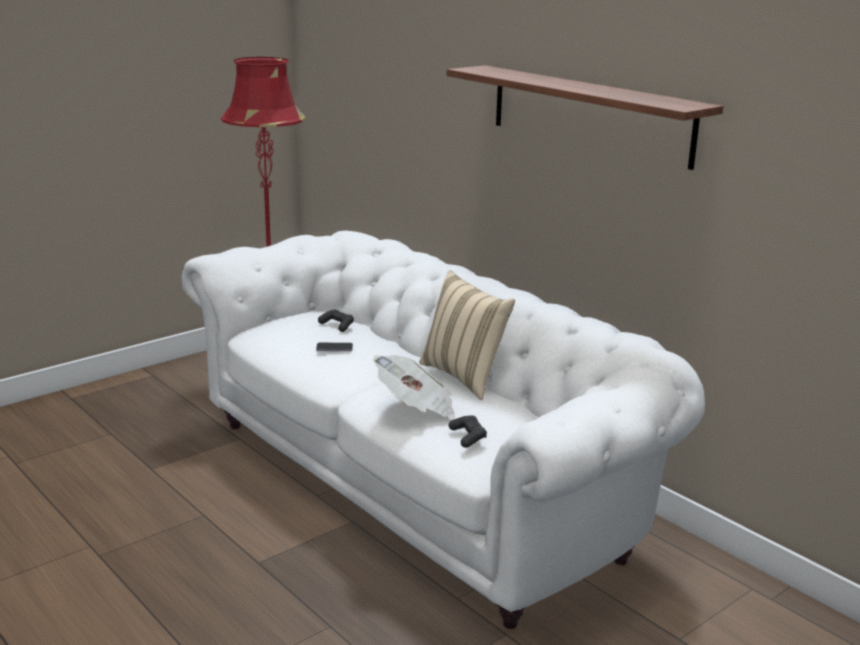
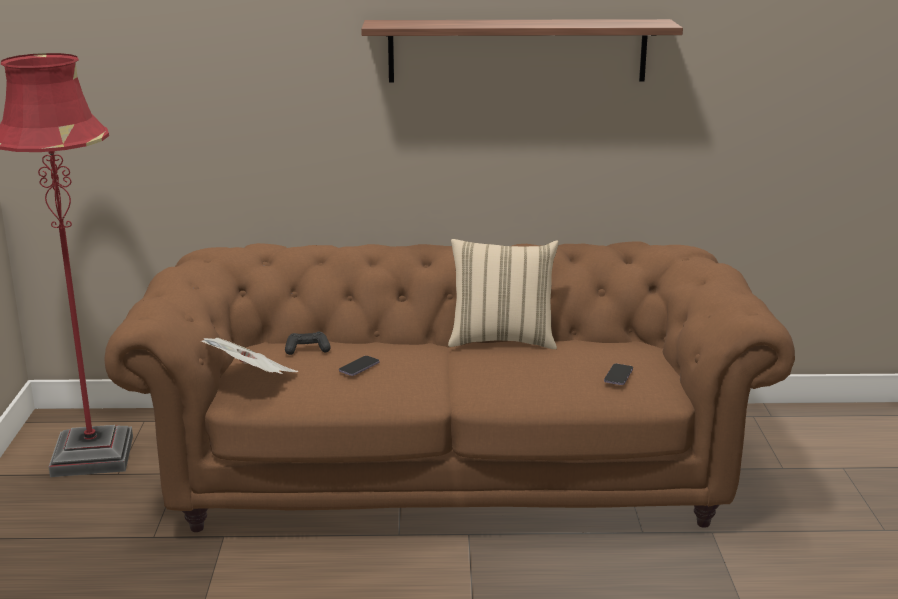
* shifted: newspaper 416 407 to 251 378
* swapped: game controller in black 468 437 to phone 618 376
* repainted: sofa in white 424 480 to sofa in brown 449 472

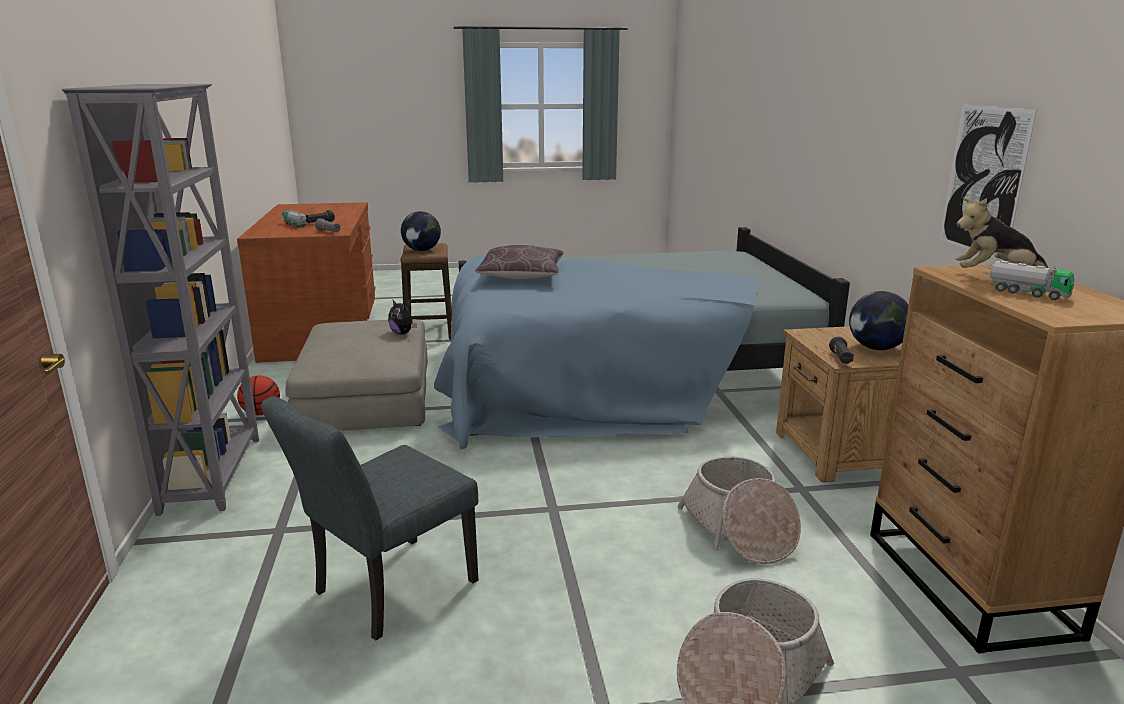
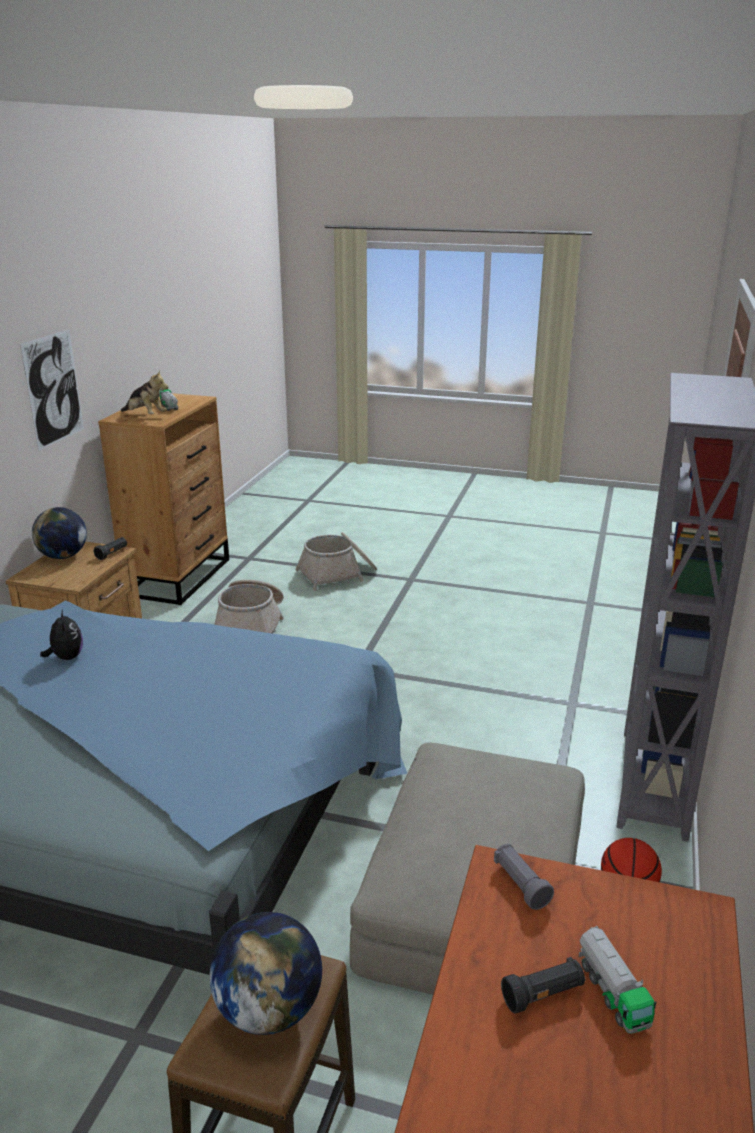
* gone: chair in grey 385 592
* gone: pillow in brown 521 276
* shifted: plush toy 403 333 to 66 657

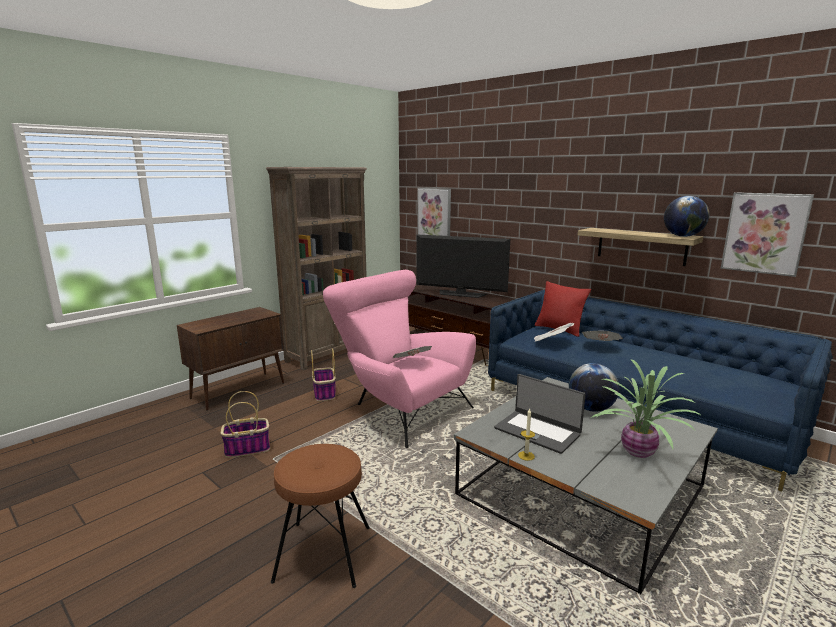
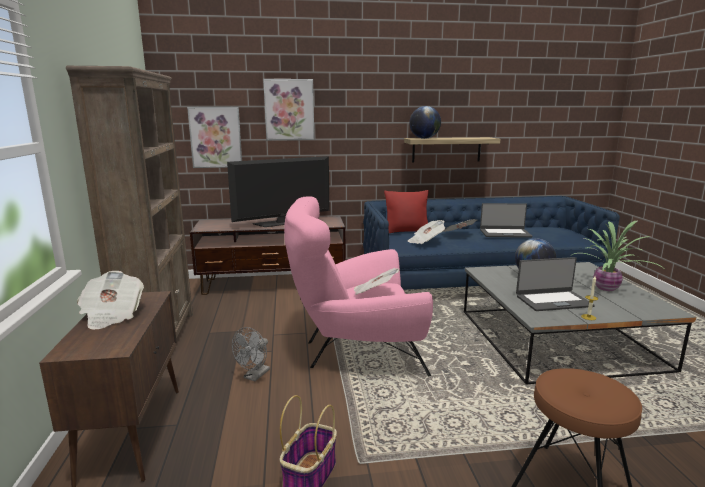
* new: newspaper 112 315
* new: laptop 505 233
* shifted: globe 683 236 to 424 138
* shifted: picture 764 233 to 289 110
* swapped: basket 324 393 to fan in grey 254 376

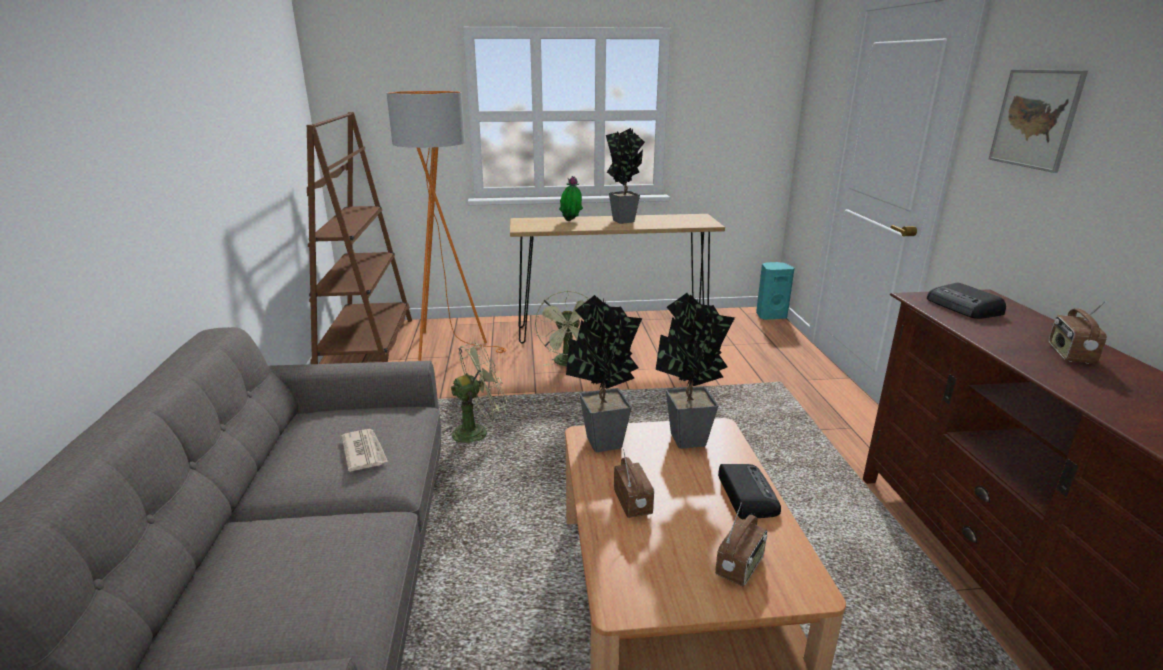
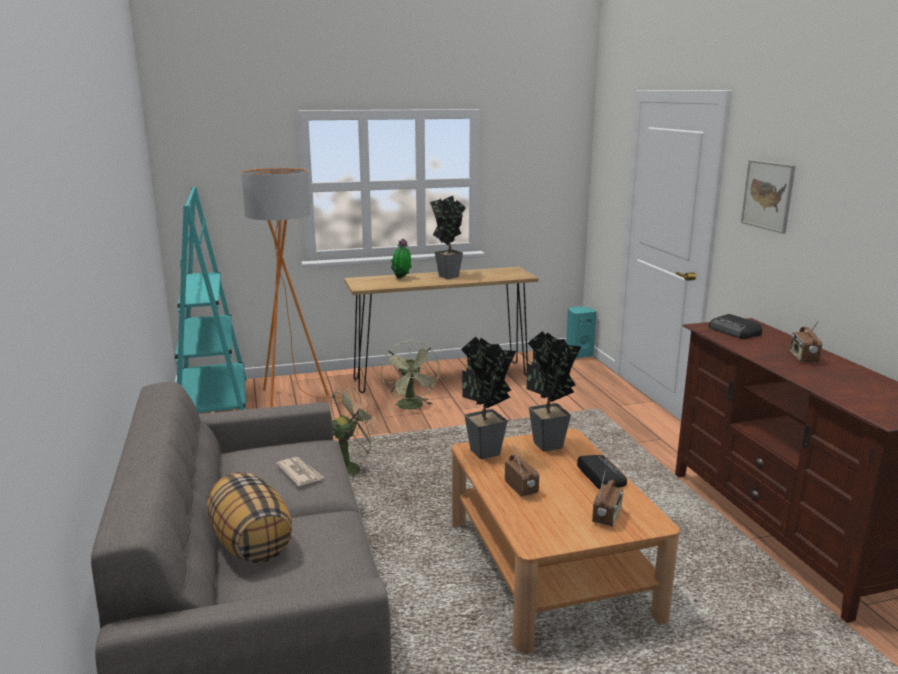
* new: pillow 250 544
* repainted: bookcase in brown 367 347 to bookcase in turquoise 214 407

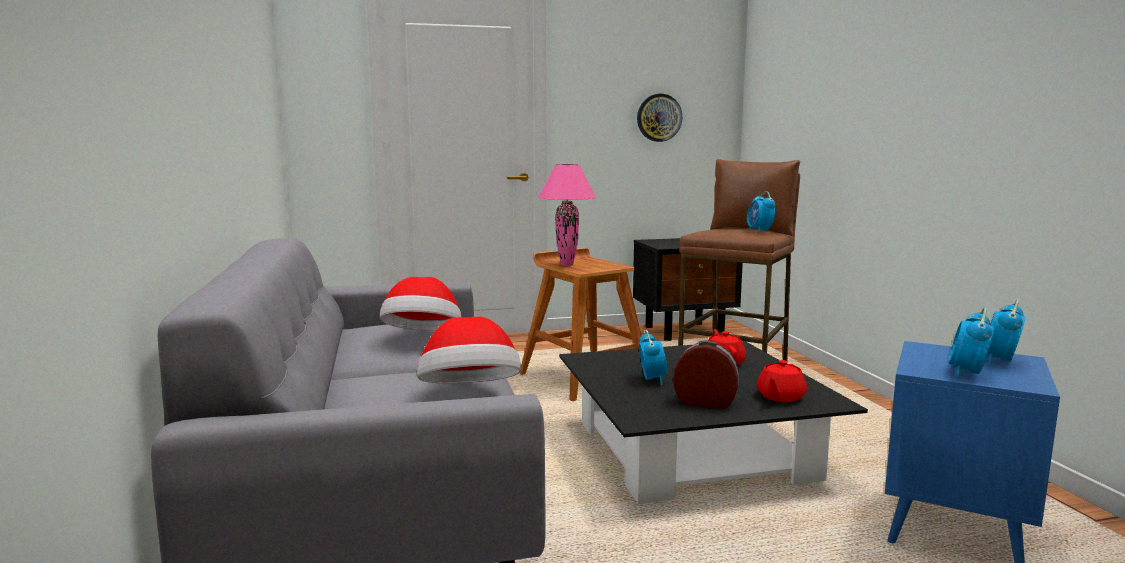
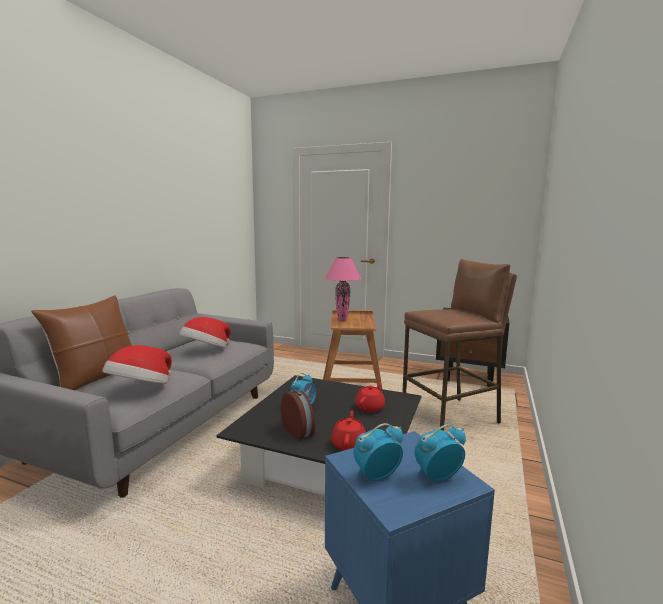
* gone: wall clock 659 117
* gone: alarm clock 759 231
* new: pillow in brown 96 378
* rotated: teapot in red 780 397 = 349 444 120 degrees clockwise

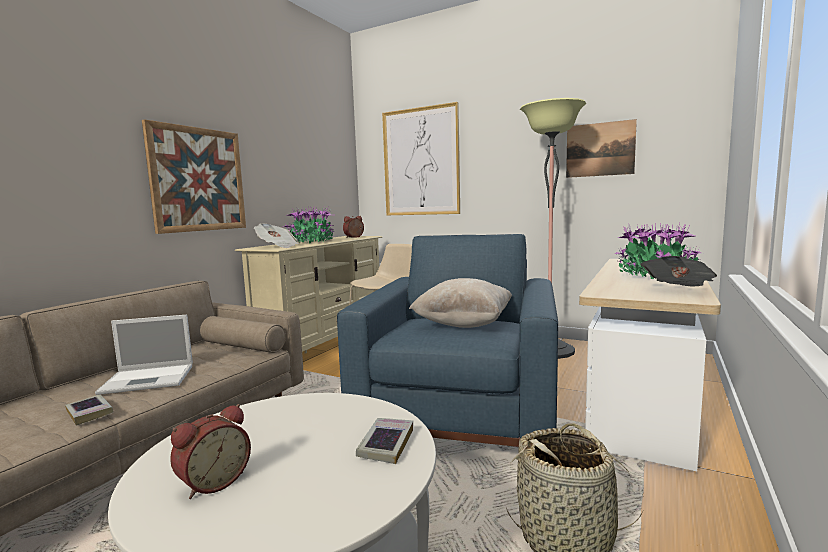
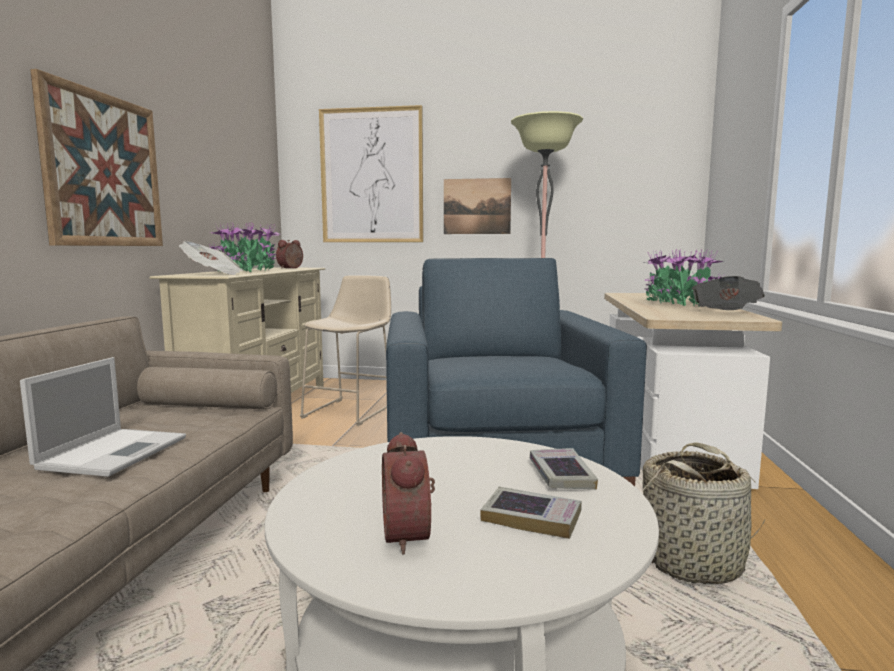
* gone: pillow in beige 464 324
* shifted: book 89 413 to 531 518
* shifted: picture 600 149 to 477 206
* rotated: laptop 150 379 = 115 451 45 degrees counterclockwise
* rotated: alarm clock 213 482 = 411 535 150 degrees clockwise

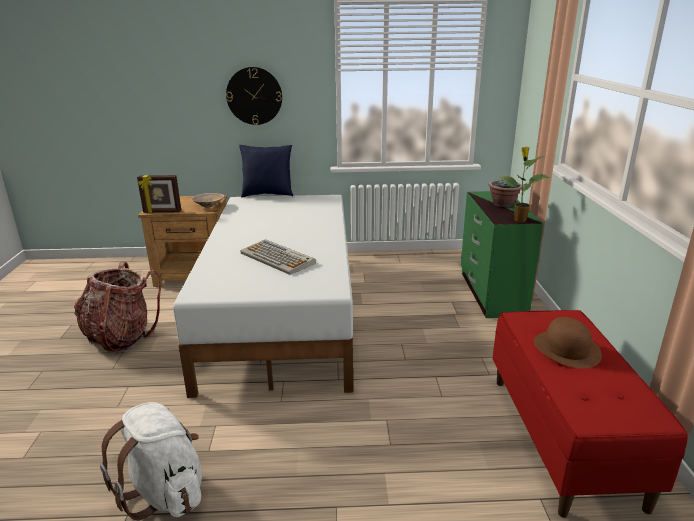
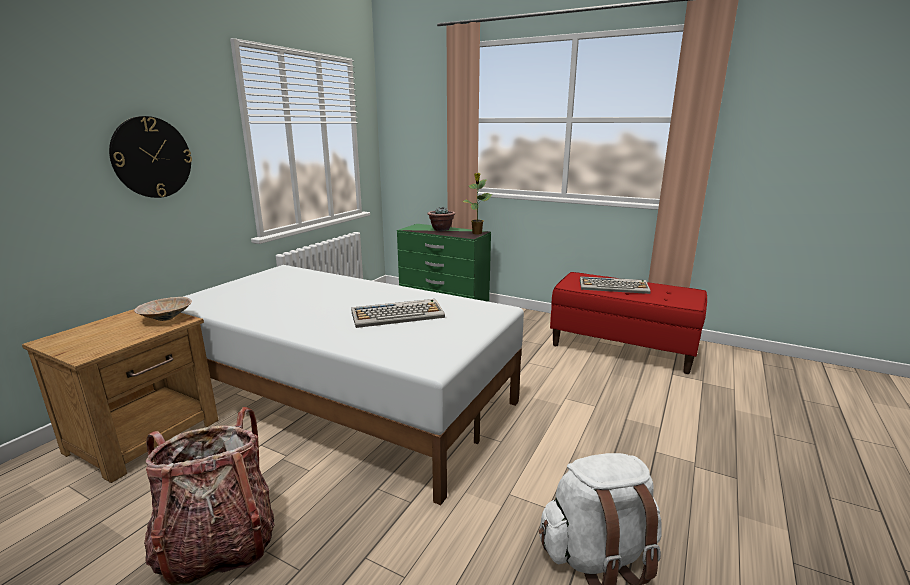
* gone: picture frame 162 212
* gone: pillow in blue 268 194
* swapped: hat in brown 566 349 to keyboard 614 286

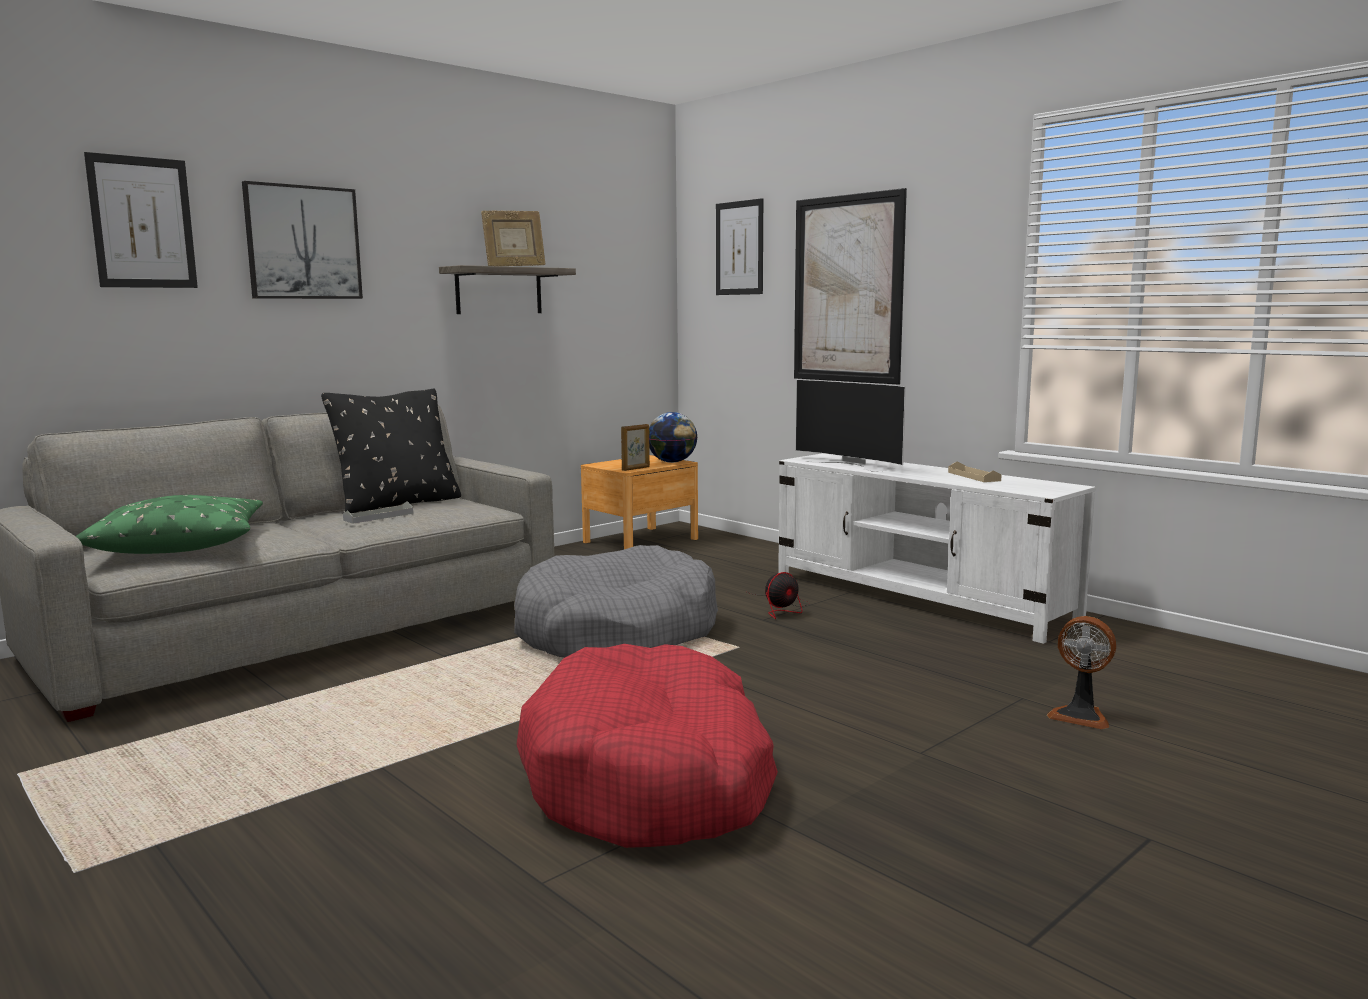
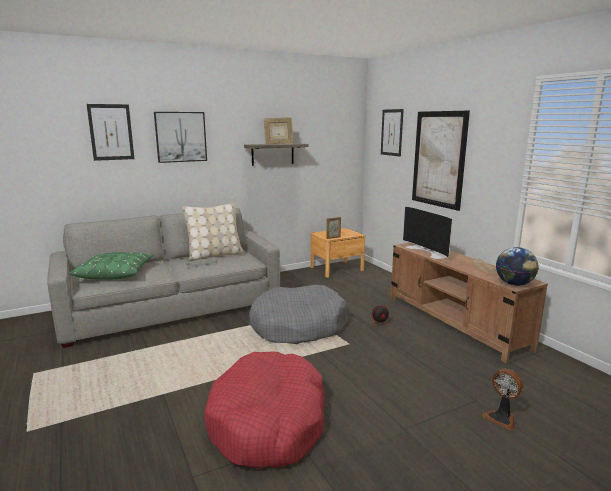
* shifted: globe 672 462 to 514 284
* repainted: pillow in black 398 504 to pillow in beige 214 255
* repainted: tv stand in white 919 598 to tv stand in brown 454 322

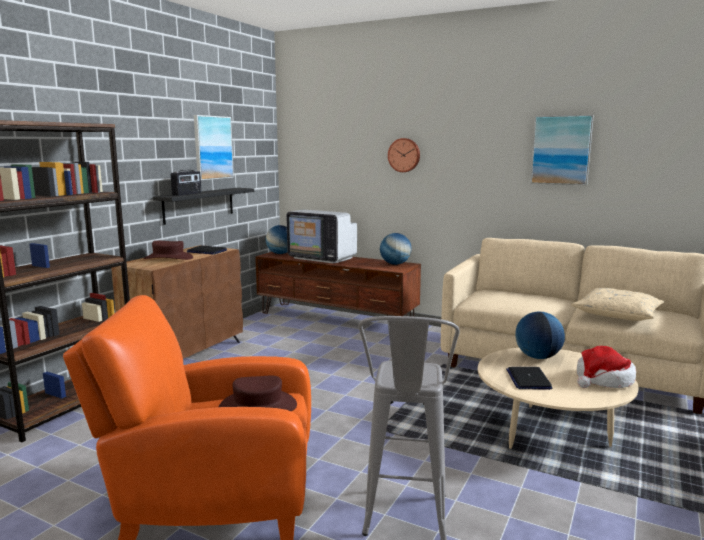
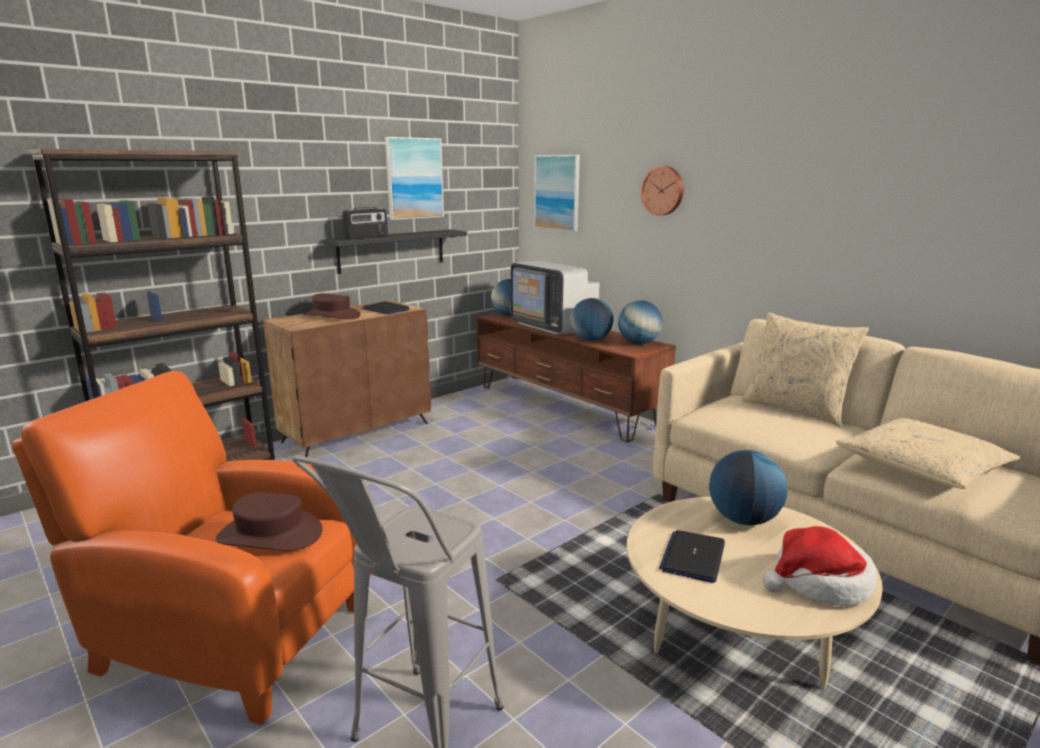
* new: globe 591 340
* new: pillow in beige 796 409
* shifted: picture 561 150 to 557 192

